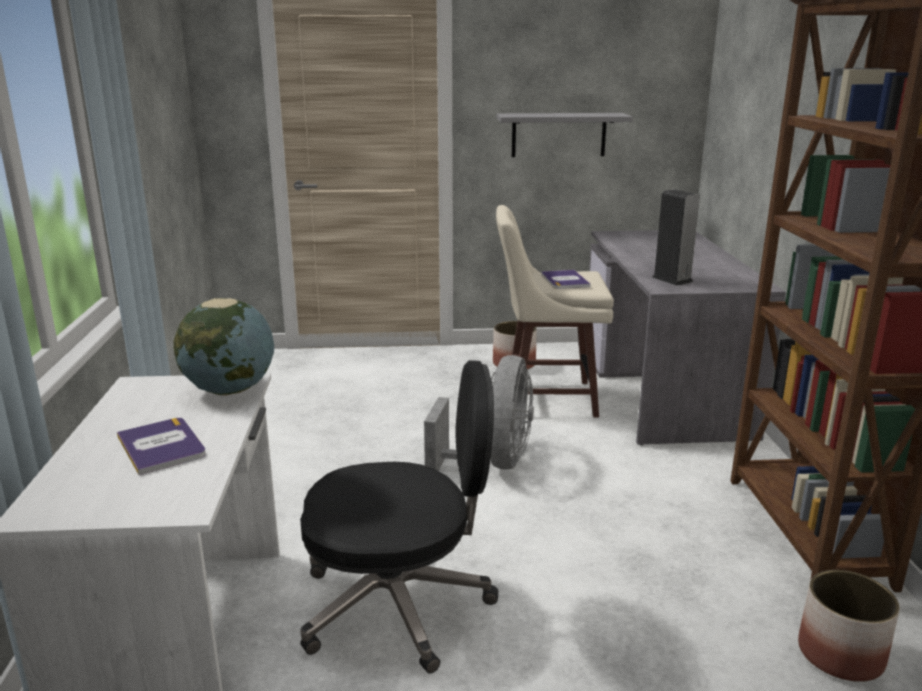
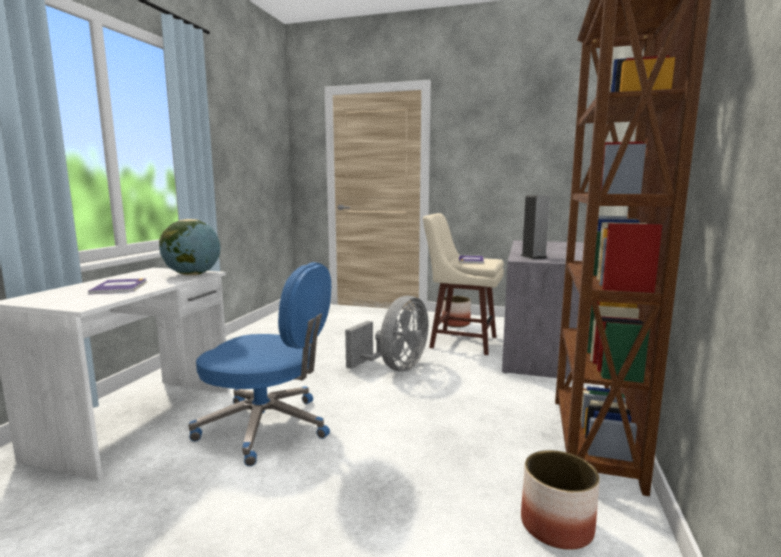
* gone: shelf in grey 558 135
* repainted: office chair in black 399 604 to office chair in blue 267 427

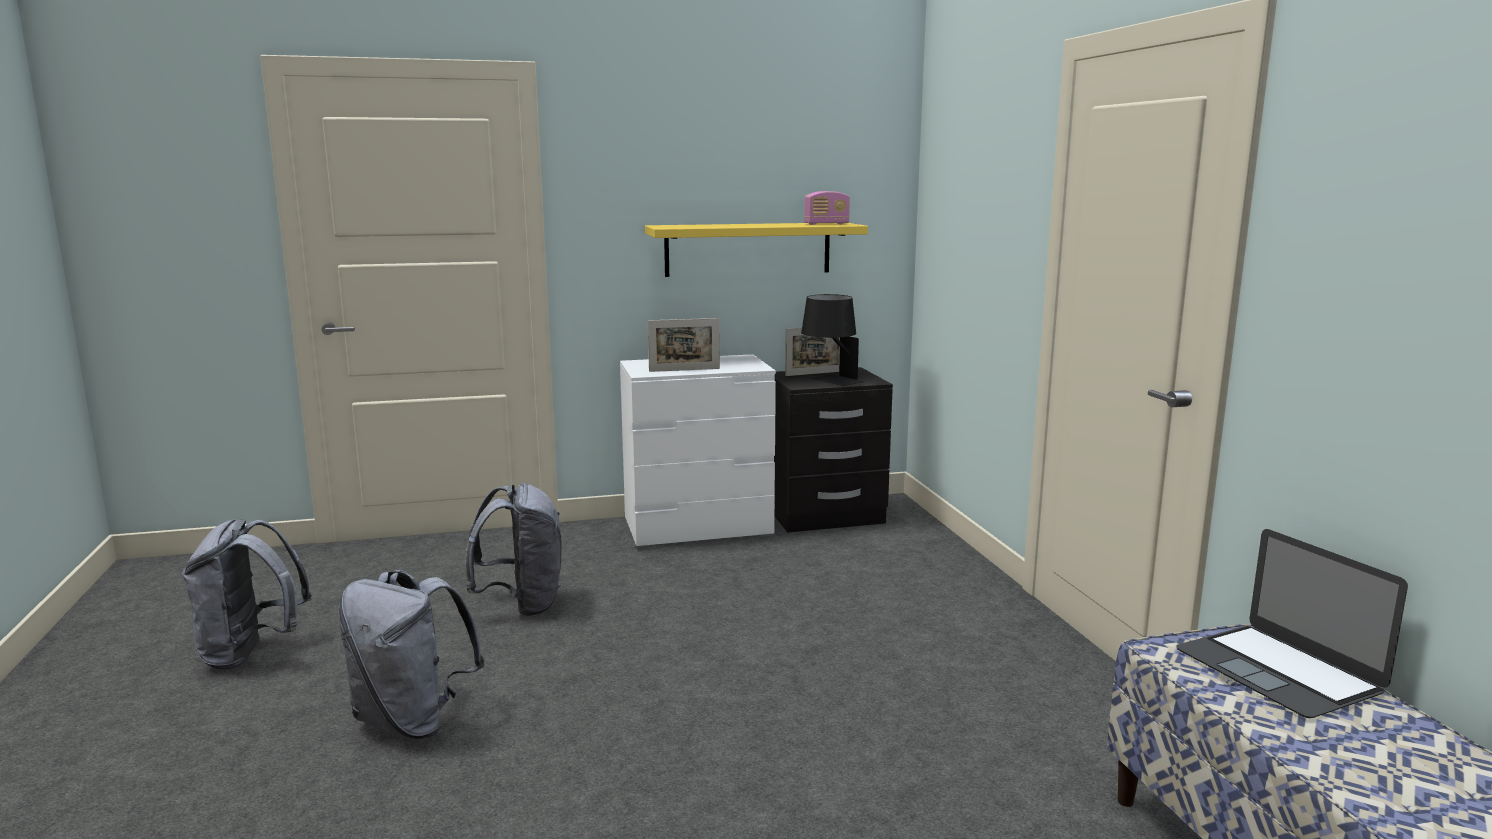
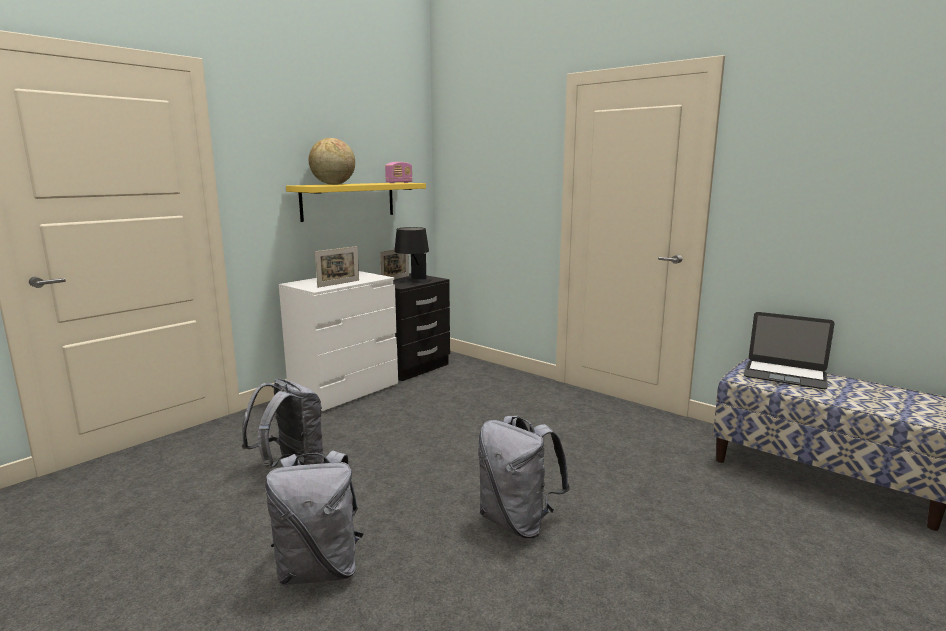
* new: globe 333 184
* shifted: backpack in grey 251 653 to 518 522

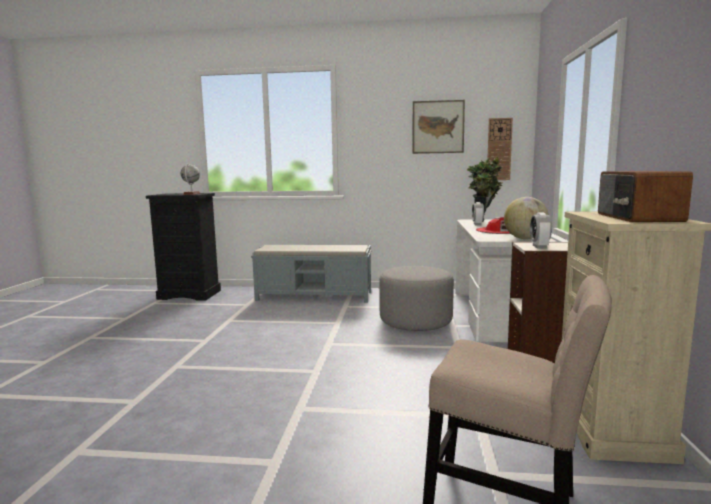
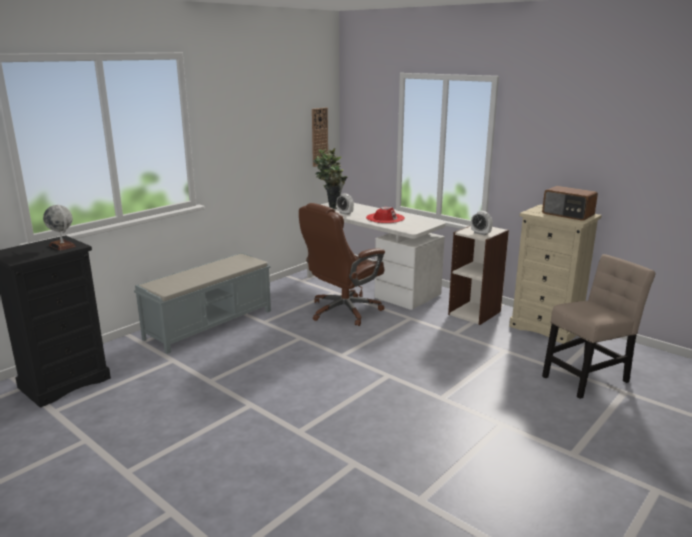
* gone: picture 438 127
* gone: globe 525 238
* swapped: ottoman in grey 415 321 to office chair in brown 343 311

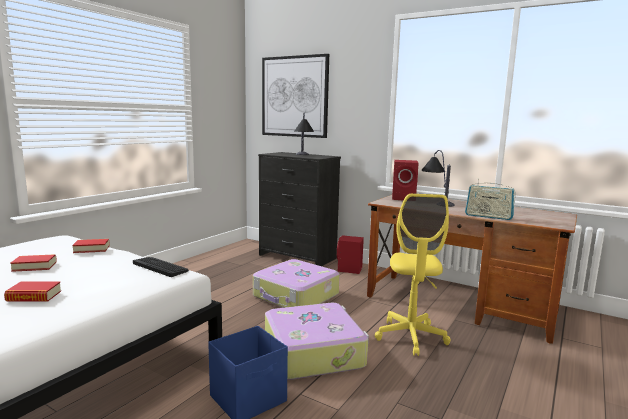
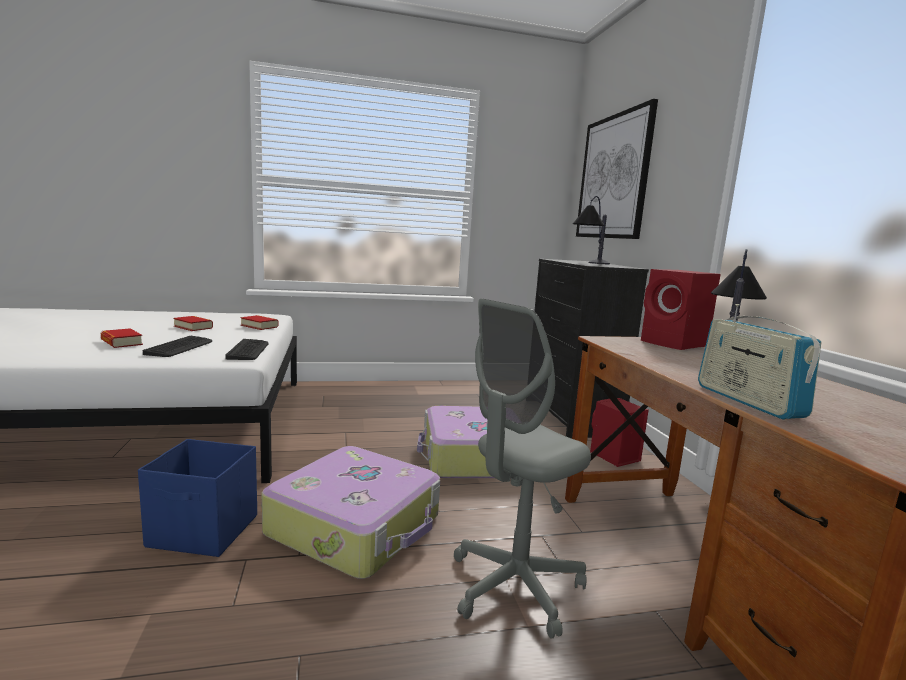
* new: keyboard 180 347
* repainted: office chair in yellow 411 337 to office chair in grey 515 586

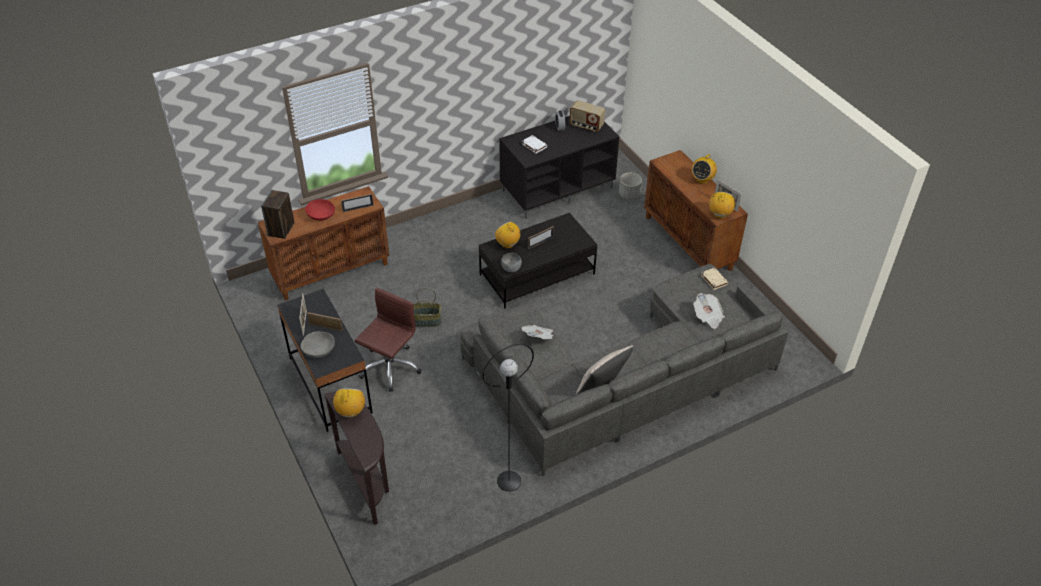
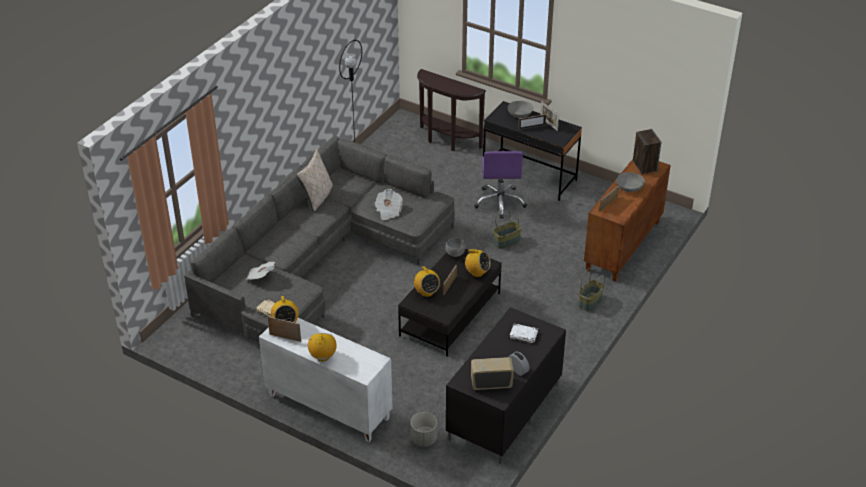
* new: basket 590 302
* shifted: radio 351 412 to 426 292
* repainted: bowl in red 321 215 to bowl in grey 629 187
* repainted: office chair in brown 390 367 to office chair in purple 500 202
* repainted: cabinet in brown 688 243 to cabinet in white 327 407

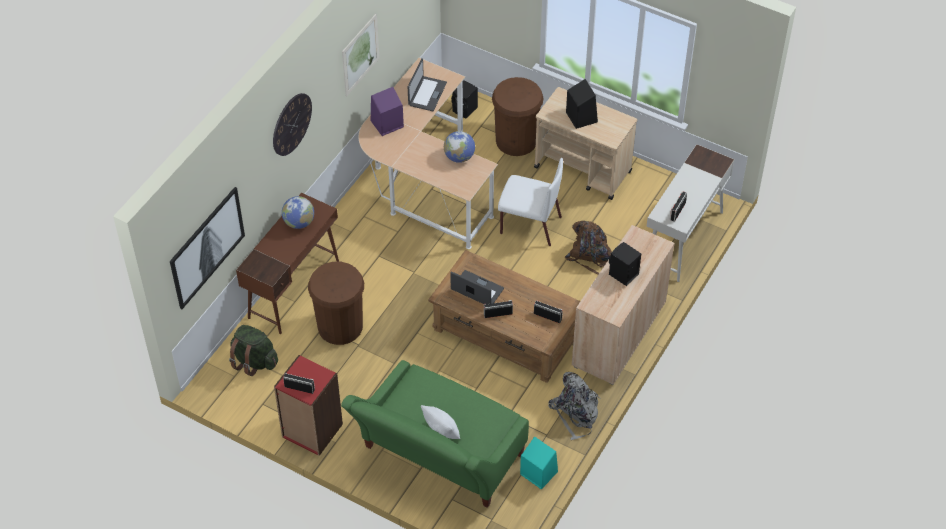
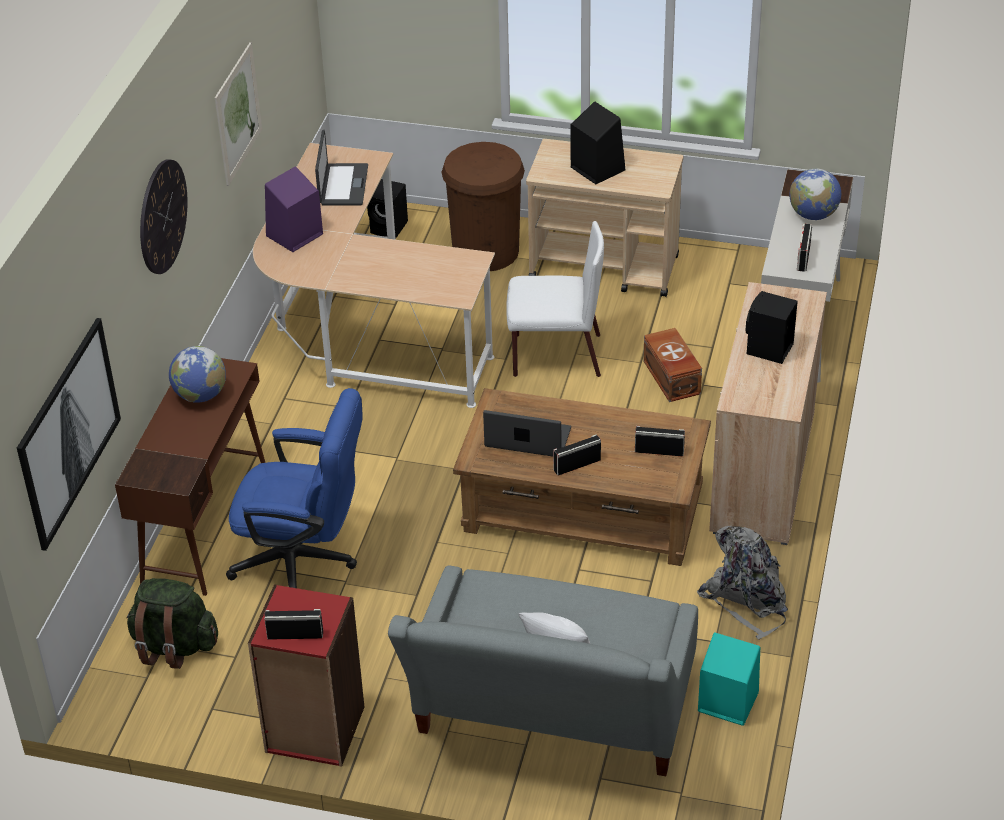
* shifted: globe 459 157 to 813 215
* swapped: trash can in brown 340 326 to office chair in blue 304 561
* swapped: backpack in brown 591 257 to storage box in brown 671 378
* repainted: sofa in green 439 458 to sofa in grey 551 719

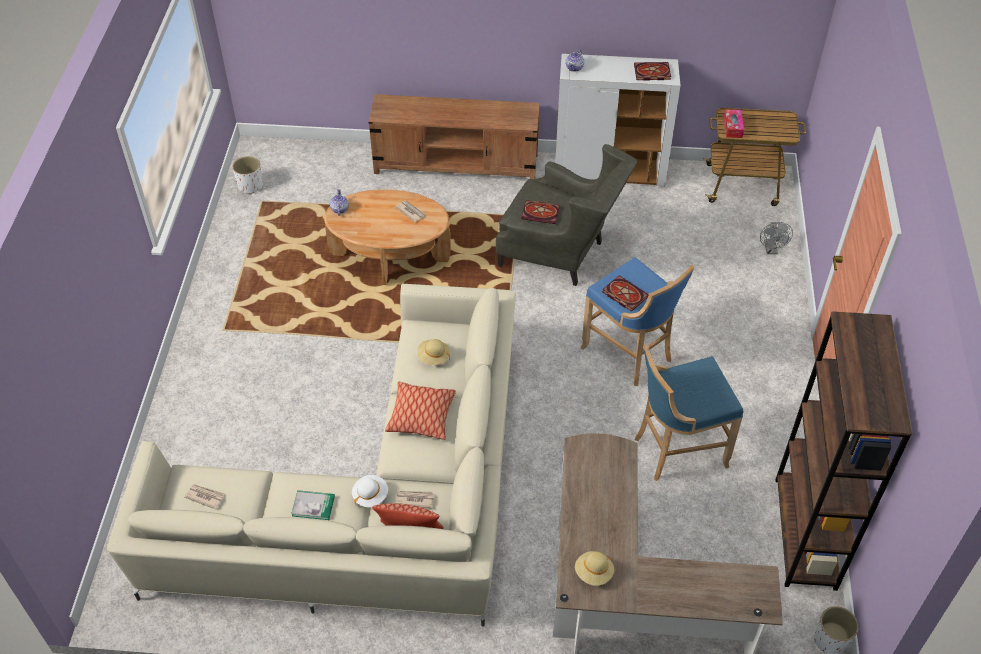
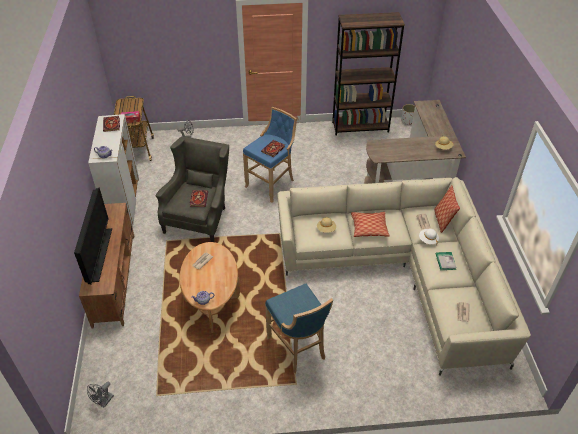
* gone: planter in white 250 186
* new: television 99 254
* new: fan in grey 104 402
* shifted: stool in blue 676 450 to 298 348

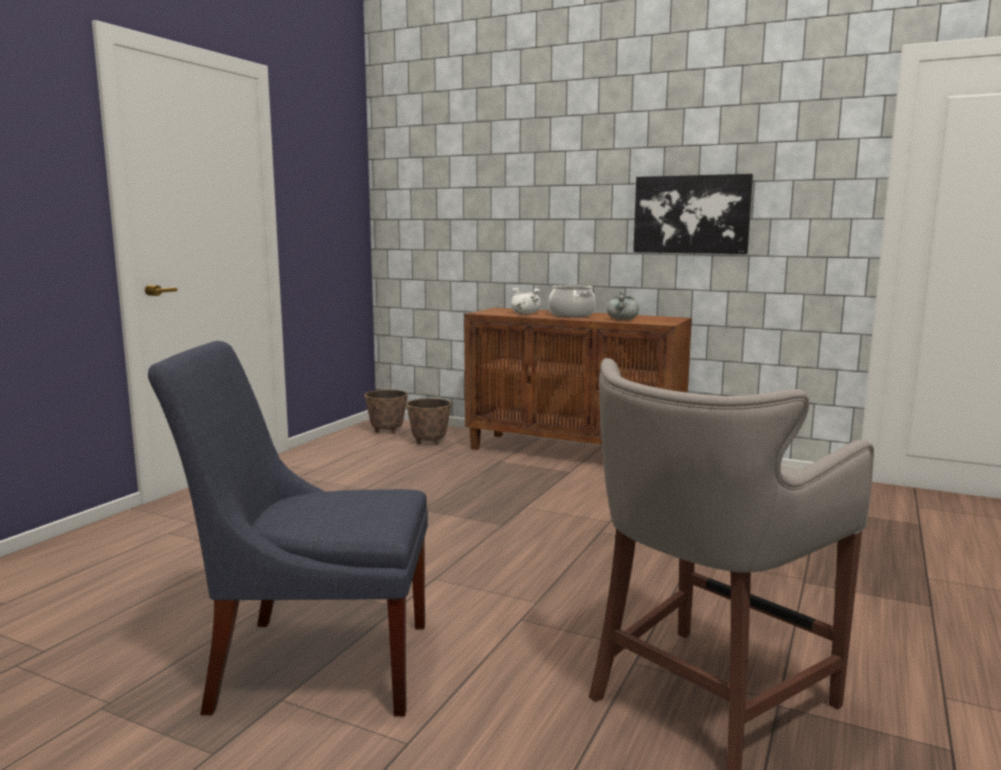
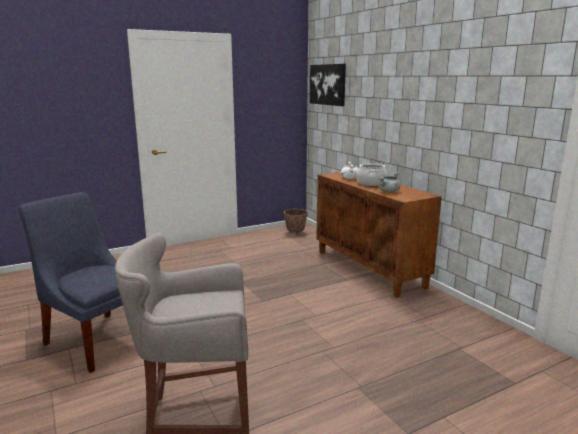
* gone: planter 429 442
* shifted: picture 691 214 to 328 84

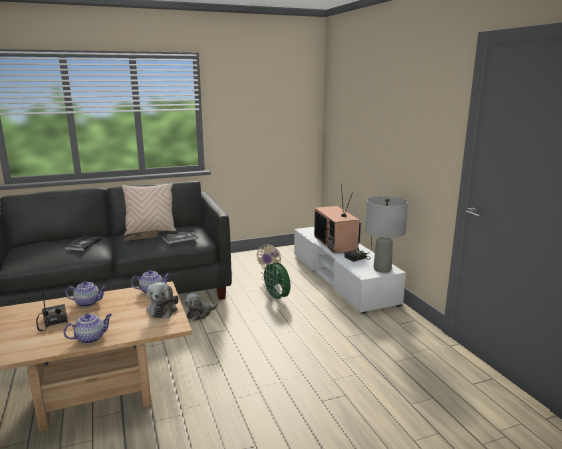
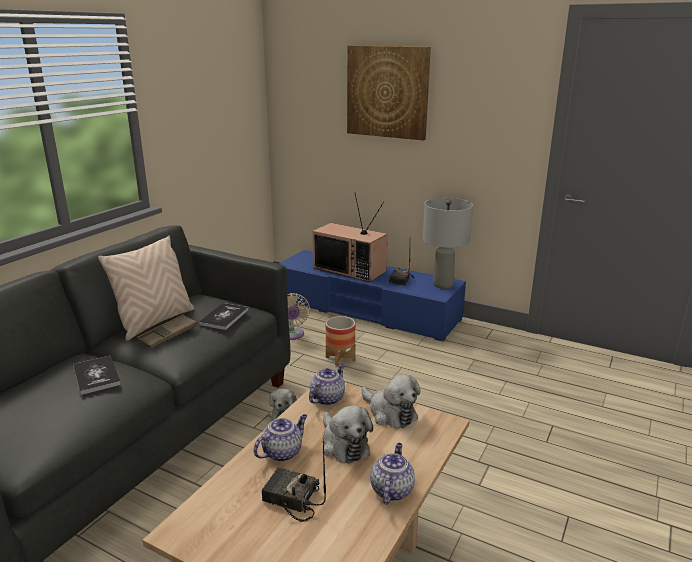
* new: plush toy 343 444
* new: picture 387 92
* swapped: fan in green 277 298 to planter 340 359
* repainted: tv stand in white 341 278 to tv stand in blue 366 310

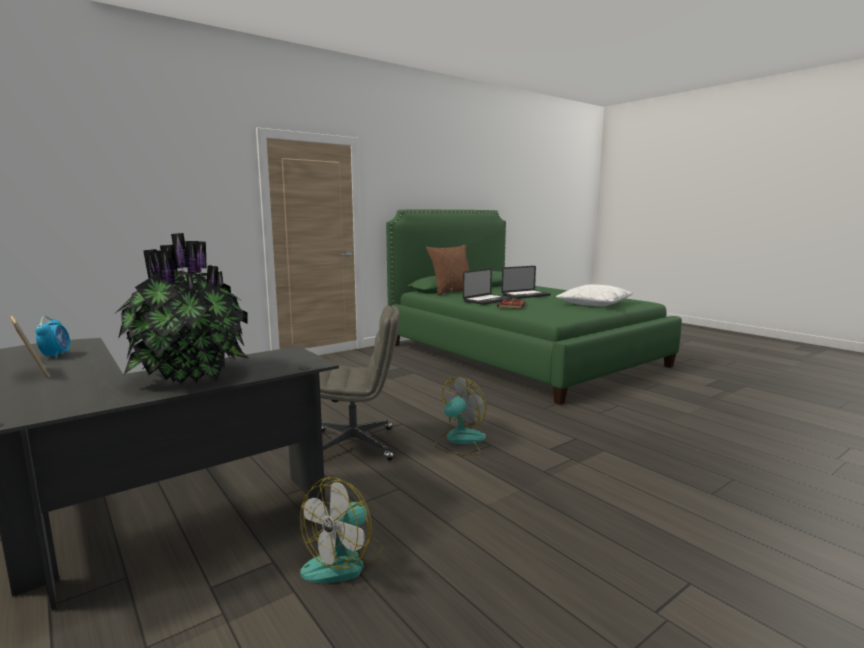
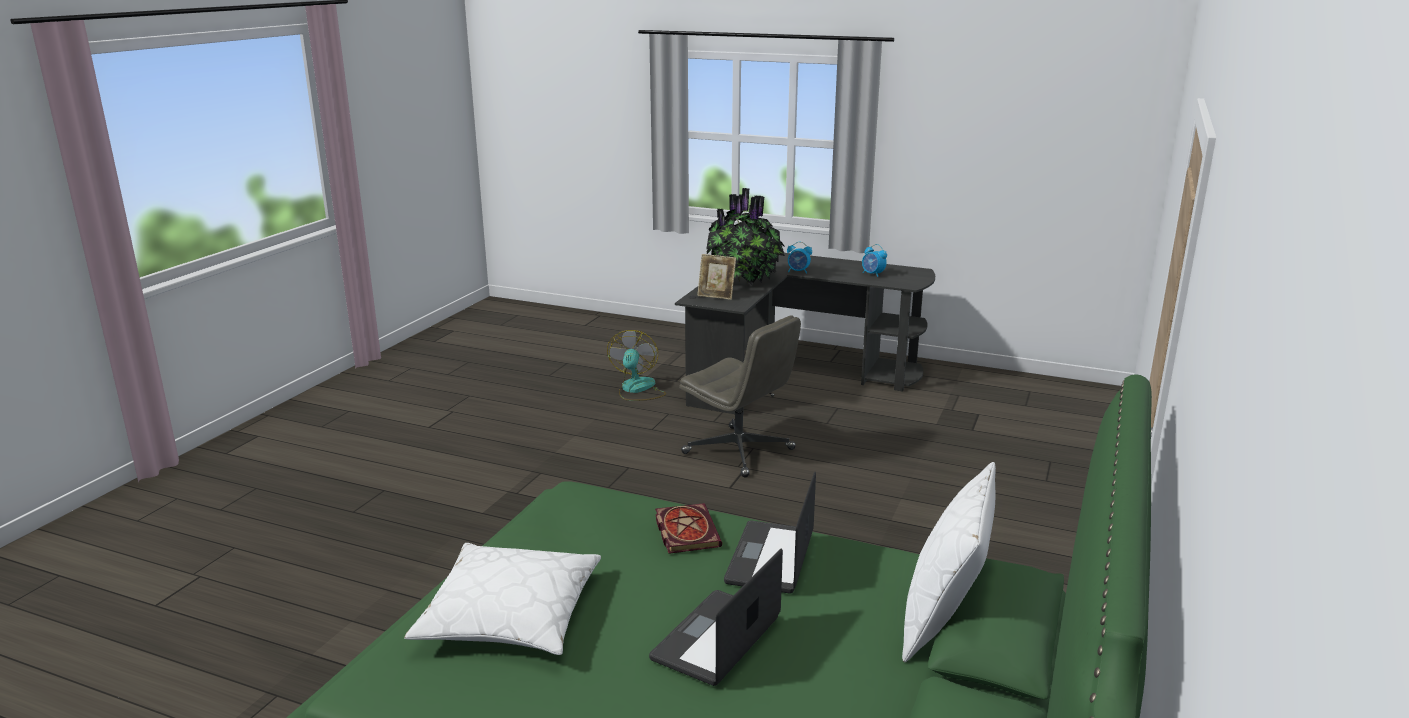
* gone: fan 459 441
* new: alarm clock 798 271
* shifted: picture frame 34 374 to 716 296
* repainted: pillow in brown 452 292 to pillow in white 944 618
* rotated: office chair in grey 355 445 = 740 451 105 degrees counterclockwise

